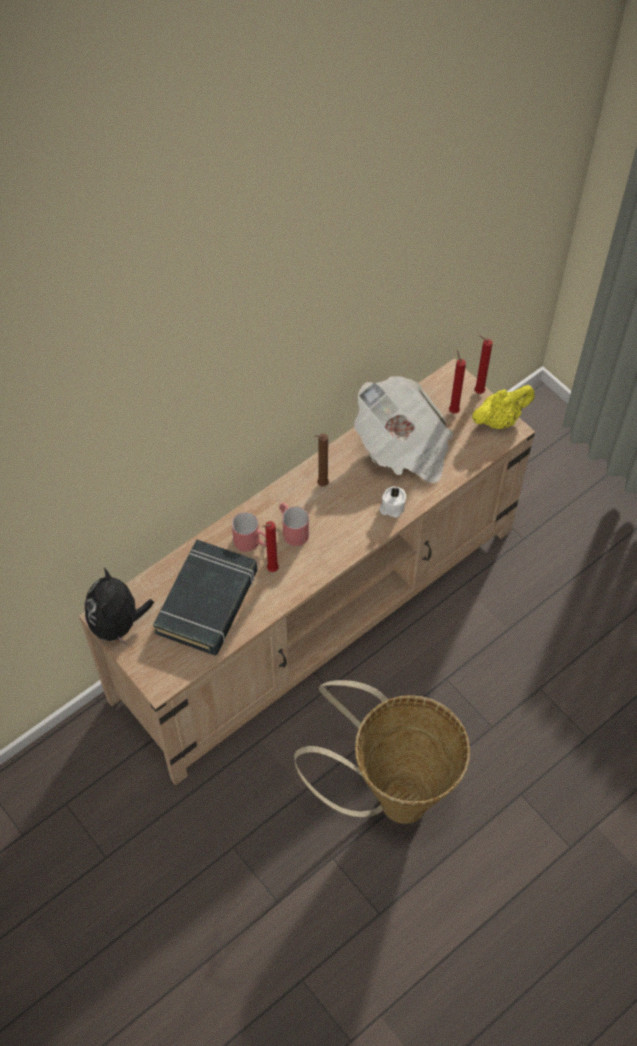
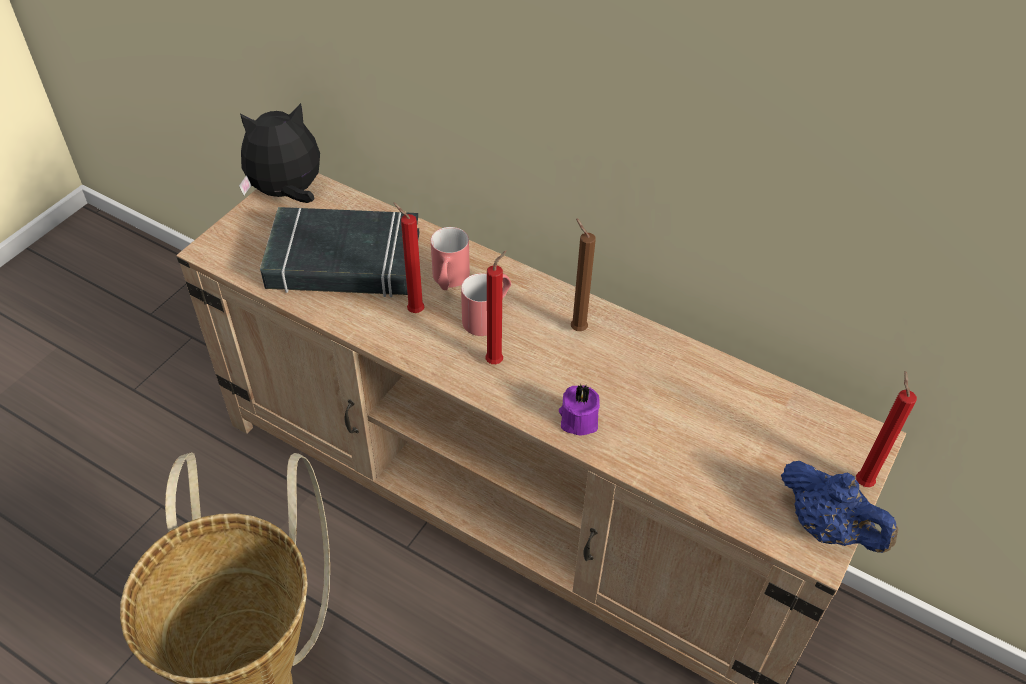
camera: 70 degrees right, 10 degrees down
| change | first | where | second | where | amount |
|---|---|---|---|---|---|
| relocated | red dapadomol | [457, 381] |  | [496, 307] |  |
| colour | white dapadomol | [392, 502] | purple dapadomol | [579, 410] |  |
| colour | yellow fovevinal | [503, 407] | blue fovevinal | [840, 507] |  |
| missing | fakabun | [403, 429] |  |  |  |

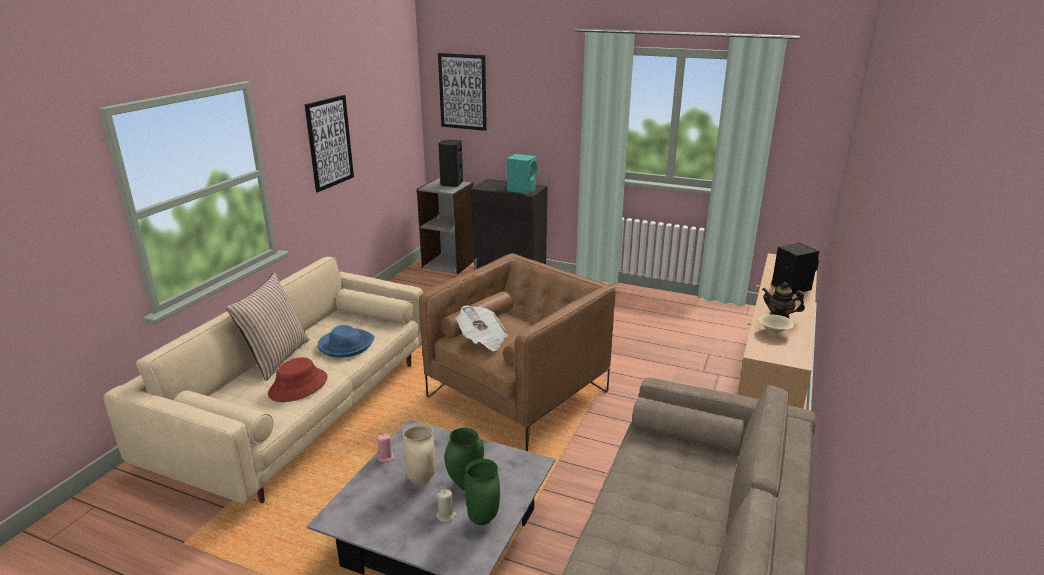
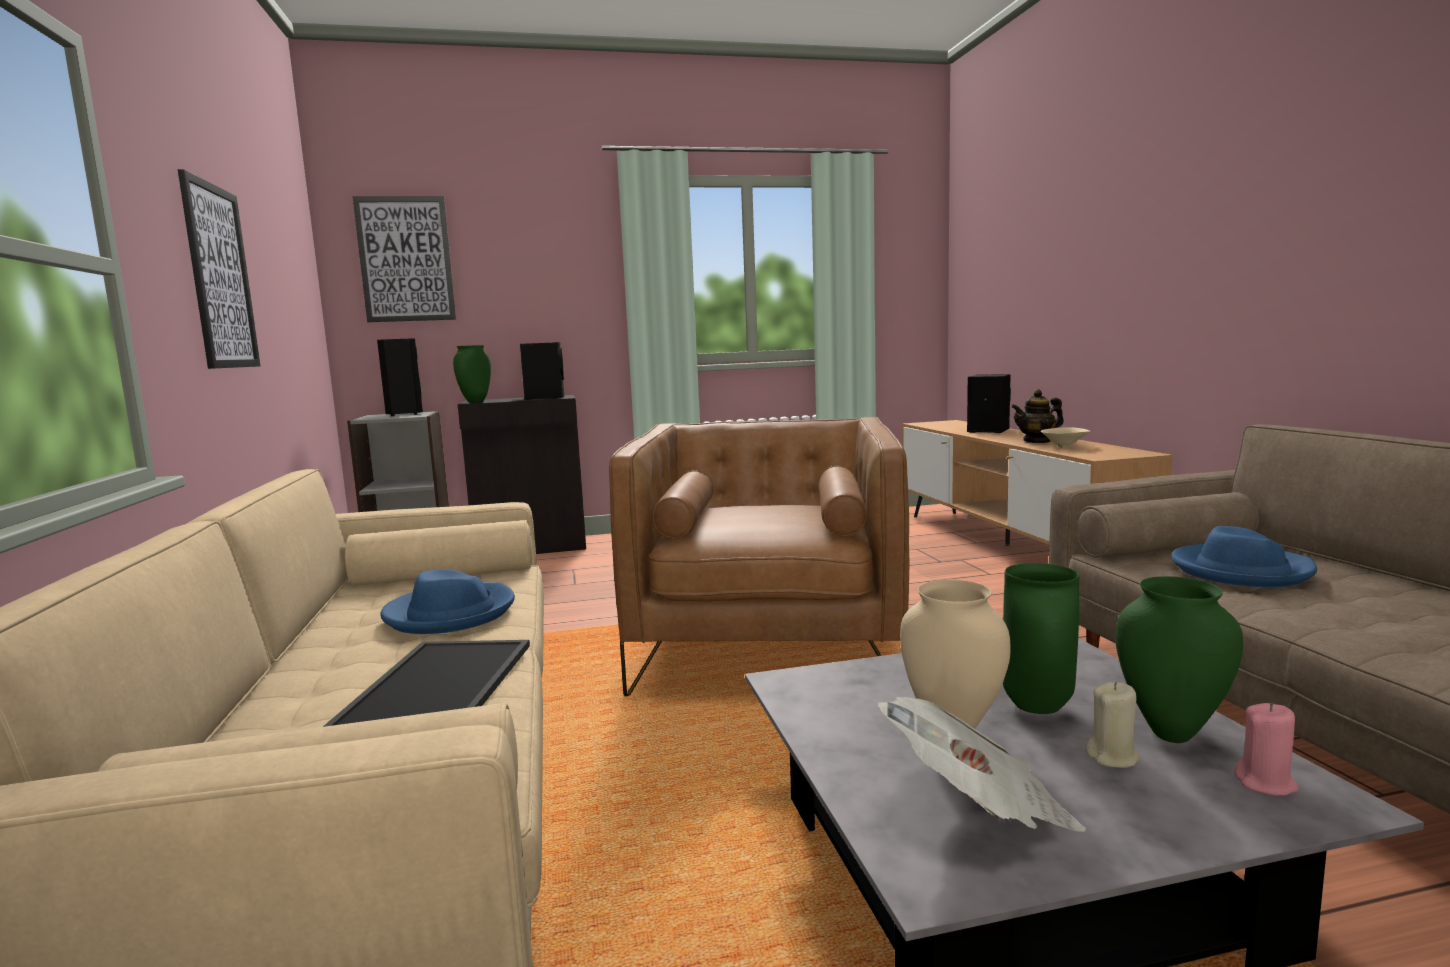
camera: 35 degrees left, 15 degrees down
| change | first | where | second | where | amount |
|---|---|---|---|---|---|
| exchanged | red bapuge | [298, 379] | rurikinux | [426, 683] |  |
| appeared |  |  | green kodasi | [472, 374] |  |
| colour | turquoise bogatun | [522, 174] | black bogatun | [542, 371] |  |
| relocated | fakabun | [482, 328] |  | [981, 764] |  |
| appeared |  |  | blue bapuge | [1244, 556] |  |
| relocated | pink dapadomol | [386, 448] |  | [1266, 749] |  |
| missing | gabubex | [268, 326] |  |  |  |

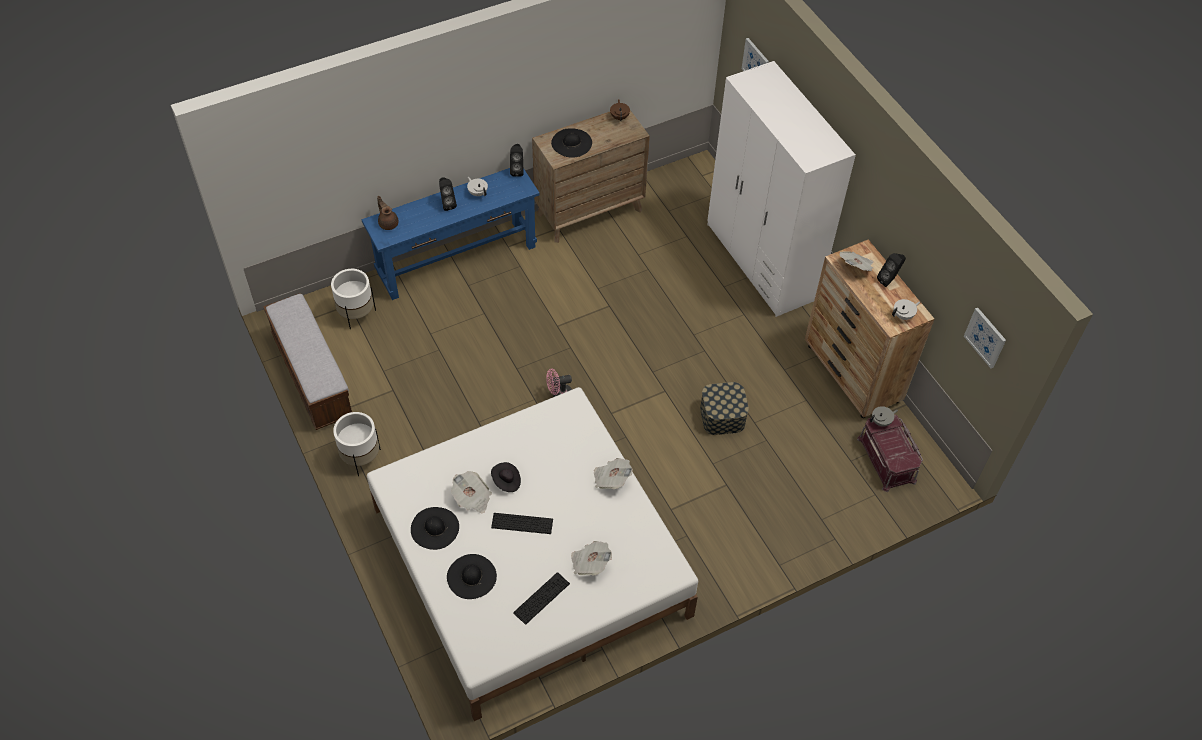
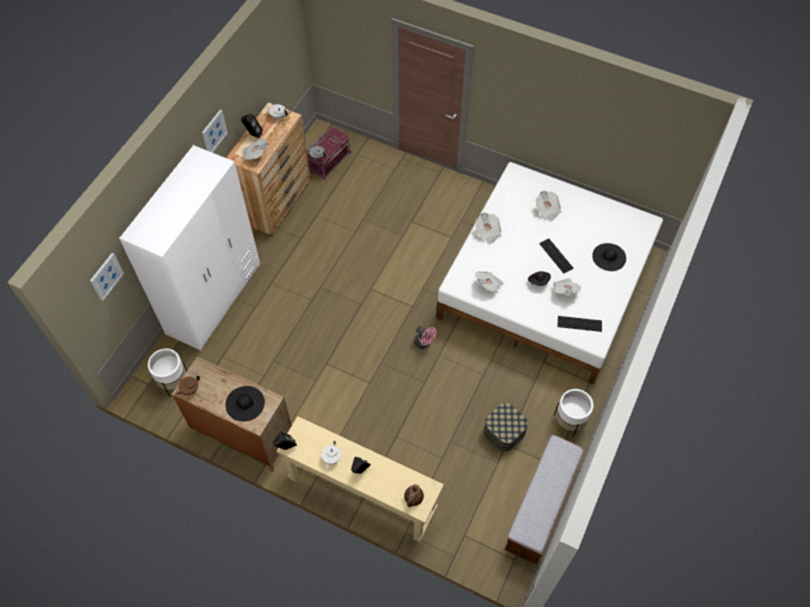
camera: 125 degrees left, 5 degrees up
| change | first | where | second | where | amount |
|---|---|---|---|---|---|
| relocated | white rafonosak | [353, 299] |  | [167, 372] |  |
| relocated | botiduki | [985, 338] |  | [215, 131] |  |
| colour | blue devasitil | [451, 234] | beige devasitil | [360, 479] |  |
| appeared |  |  | fakabun | [489, 281] |  |
| relocated | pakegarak | [724, 408] |  | [506, 427] |  |
| relocated | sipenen | [541, 598] |  | [579, 324] |  |
| missing | black bapuge | [435, 528] |  |  |  |

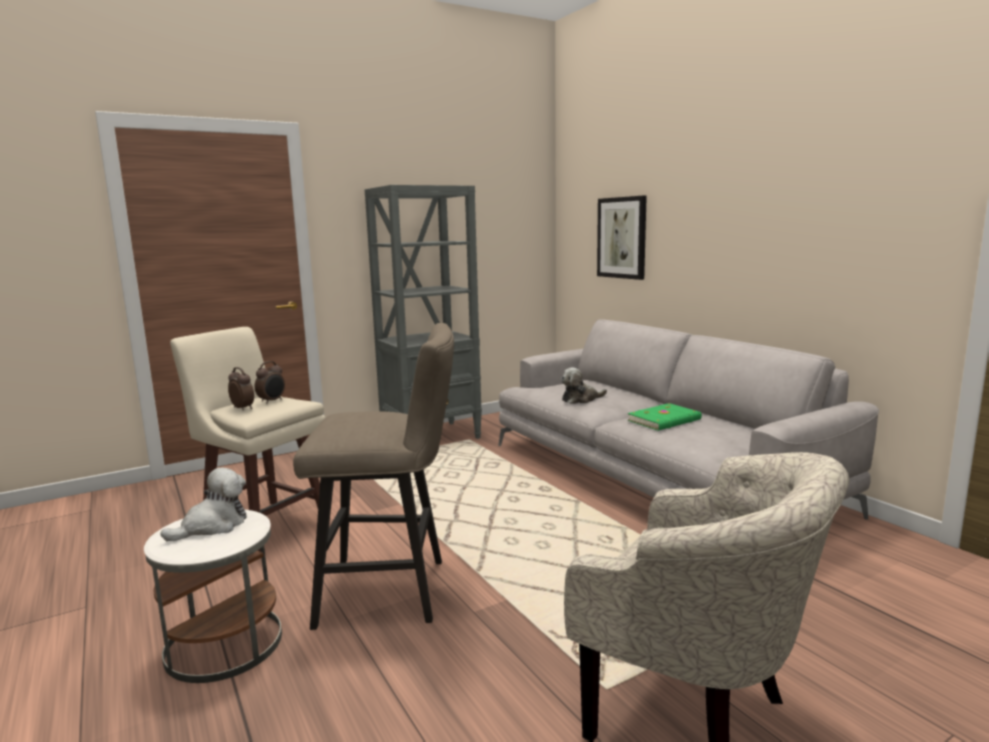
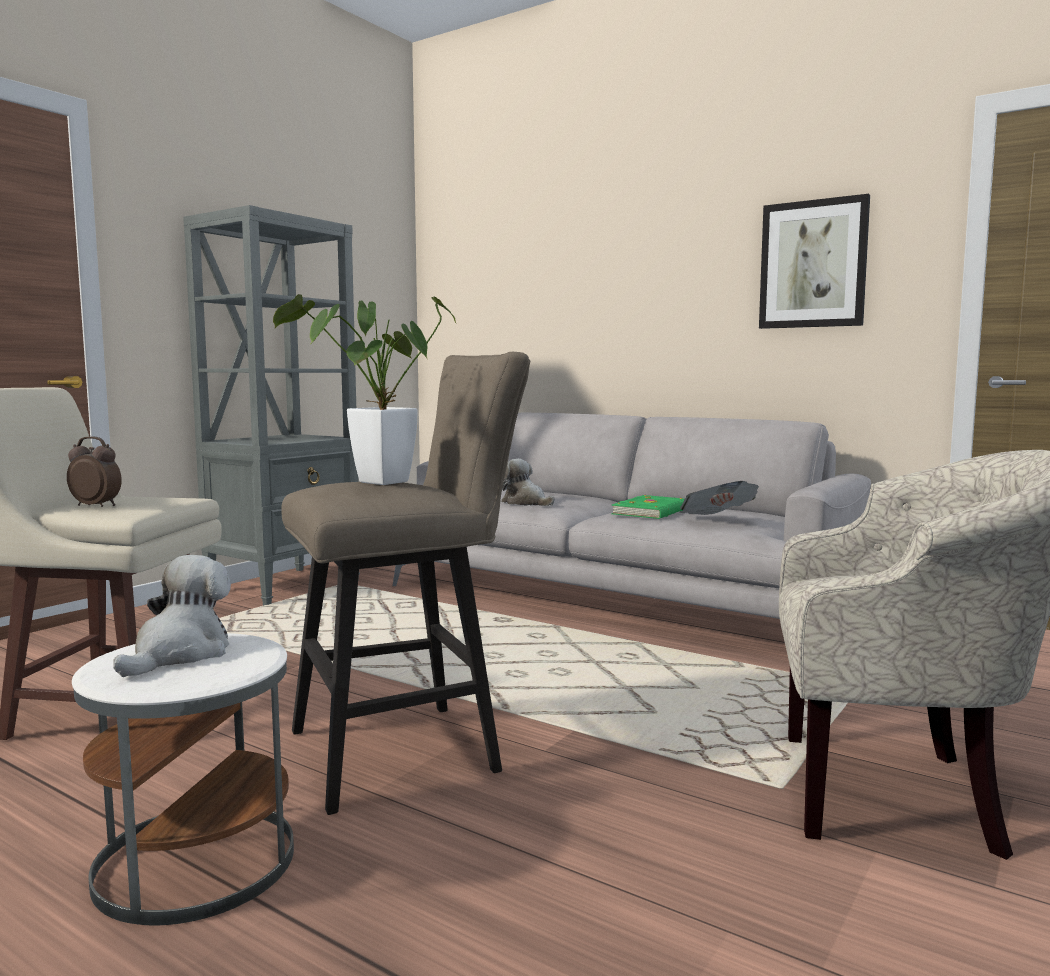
camera: 25 degrees left, 5 degrees down
| change | first | where | second | where | amount |
|---|---|---|---|---|---|
| appeared |  |  | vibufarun | [365, 389] |  |
| spun | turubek | [584, 385] |  | [528, 482] | 90 degrees clockwise |
| appeared |  |  | fakabun | [719, 498] |  |
| relocated | botiduki | [622, 238] |  | [814, 261] |  |
| missing | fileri | [270, 382] |  |  |  |

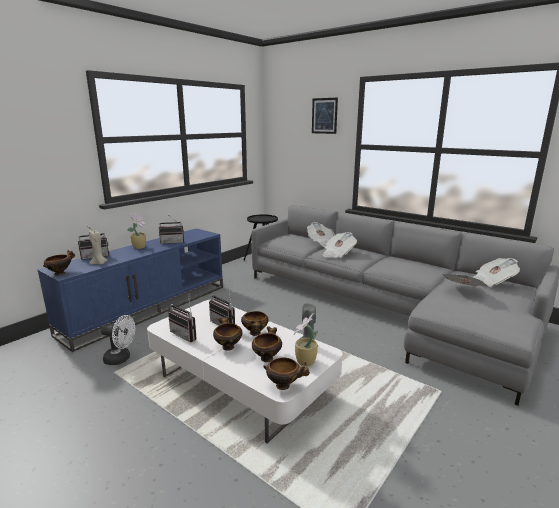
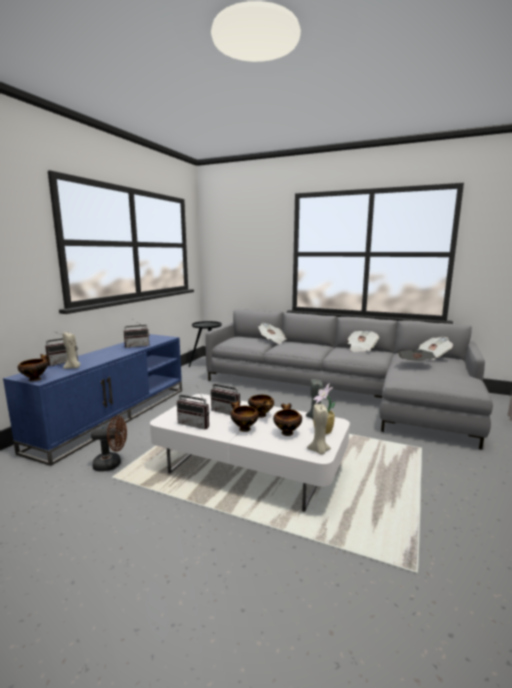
camera: 15 degrees left, 5 degrees down
| change | first | where | second | where | amount |
|---|---|---|---|---|---|
| colour | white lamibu | [118, 340] | brown lamibu | [109, 443] |  |
| exchanged | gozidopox | [286, 374] | beige dapadomol | [319, 429] |  |
| relocated | fakabun | [340, 245] |  | [363, 341] |  |
| missing | vibufarun | [136, 231] |  |  |  |
| missing | botiduki | [325, 116] |  |  |  |

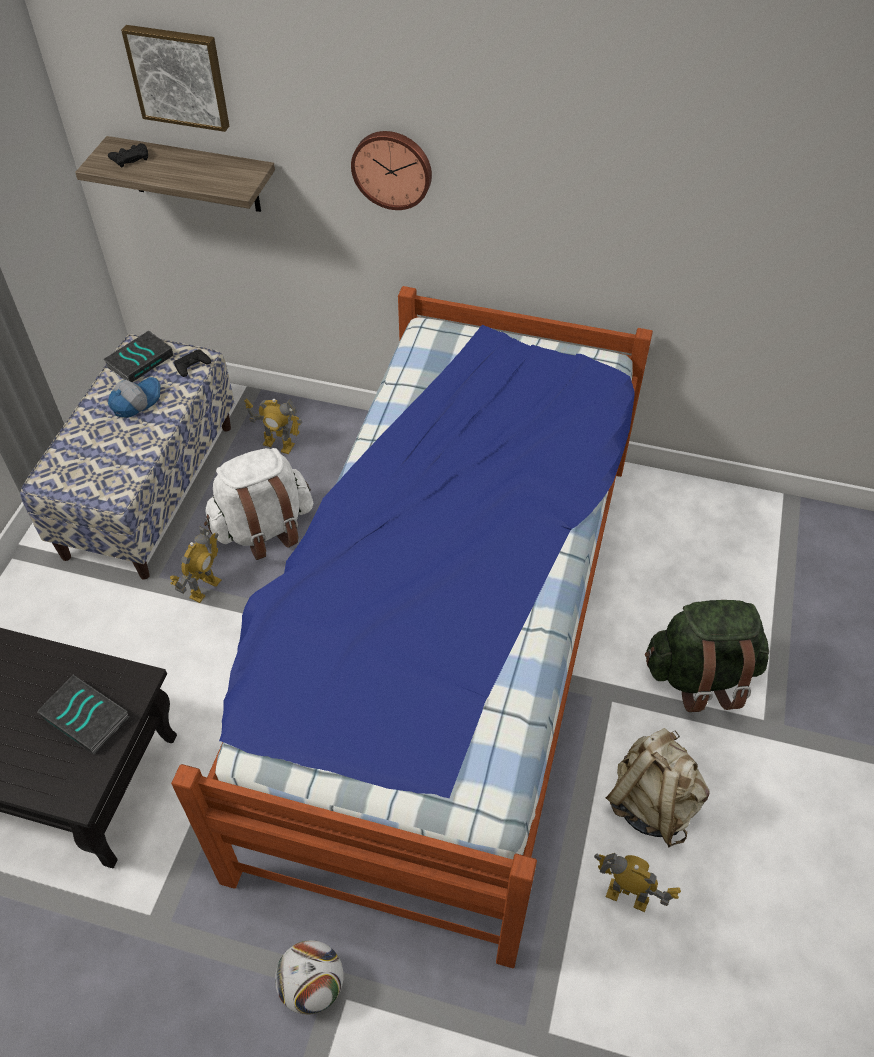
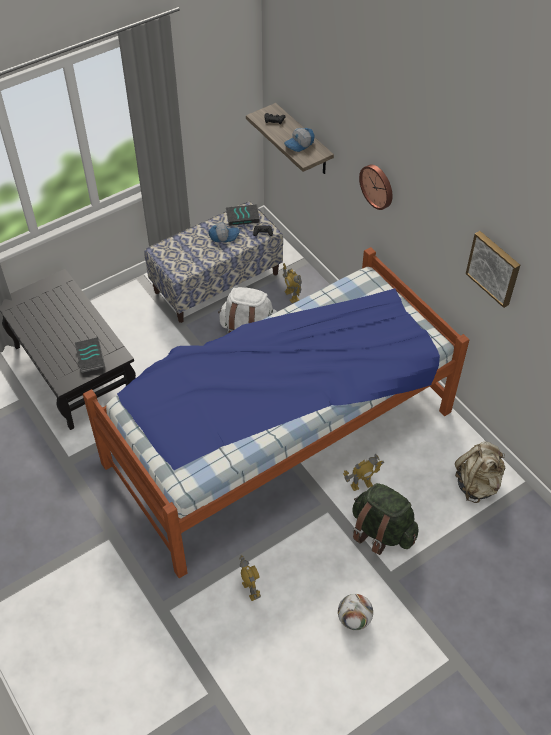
camera: 40 degrees right, 0 degrees up
| change | first | where | second | where | amount |
|---|---|---|---|---|---|
| appeared |  |  | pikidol | [299, 140] |  |
| relocated | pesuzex | [309, 977] |  | [355, 612] |  |
| relocated | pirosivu | [195, 565] |  | [363, 472] |  |
| relocated | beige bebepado | [658, 788] |  | [480, 472] |  |
| relocated | botiduki | [175, 78] |  | [493, 269] |  |

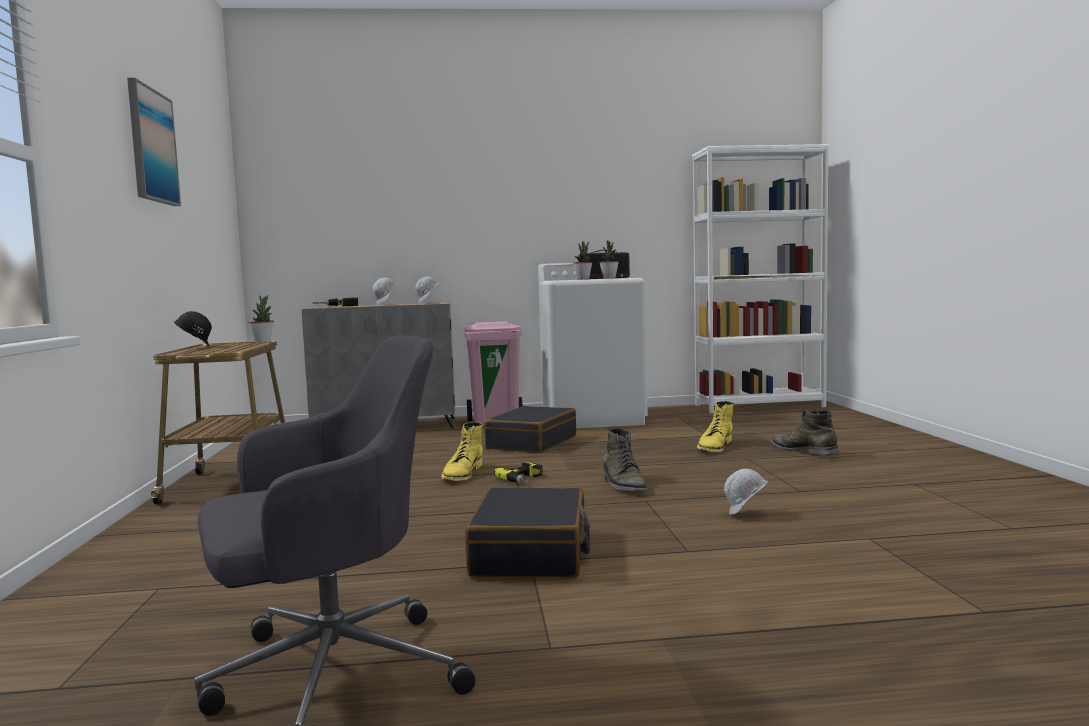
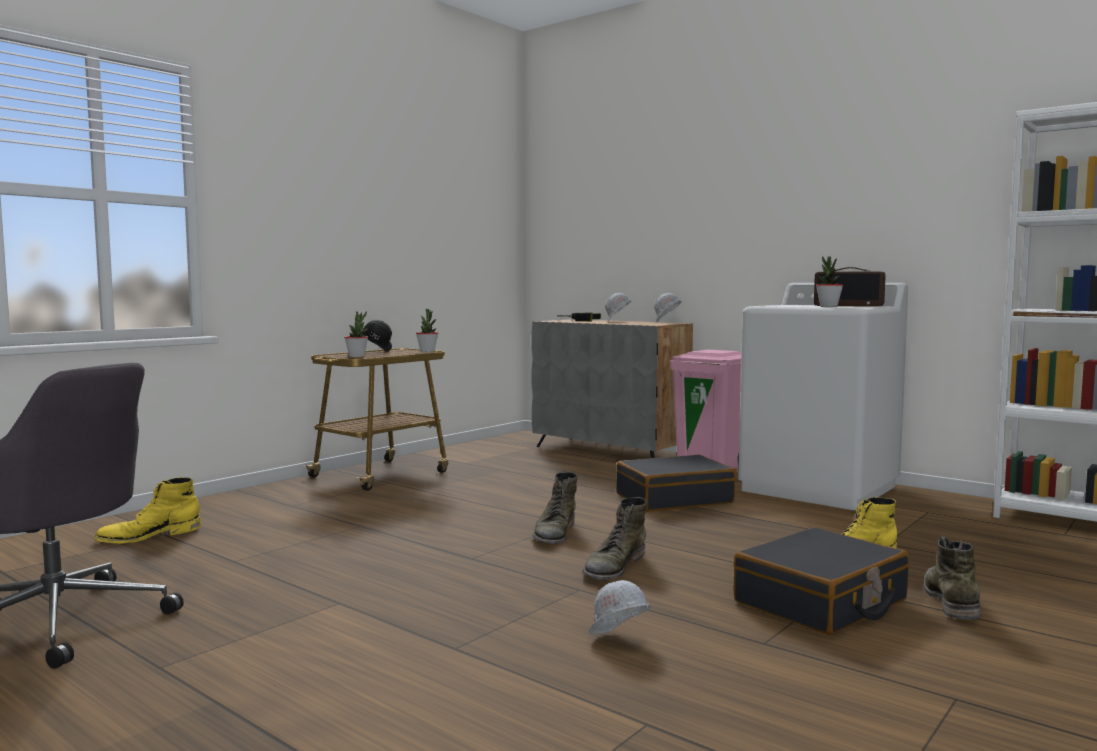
camera: 45 degrees right, 0 degrees up
| change | first | where | second | where | amount |
|---|---|---|---|---|---|
| relocated | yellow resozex | [462, 451] |  | [148, 510] |  |
| relocated | vibufarun | [582, 260] |  | [356, 334] |  |
| exchanged | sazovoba | [518, 473] | green resozex | [555, 508] |  |
| relocated | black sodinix | [528, 532] |  | [821, 581] |  |
| missing | botiduki | [154, 142] |  |  |  |

